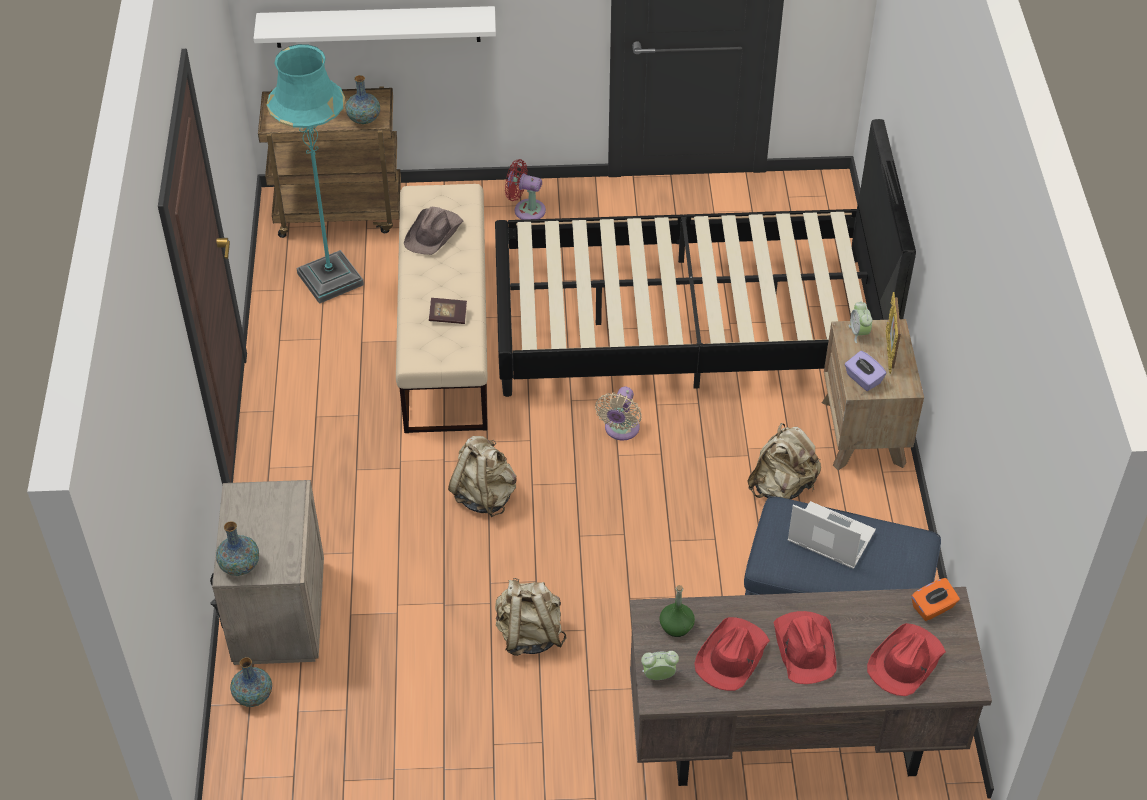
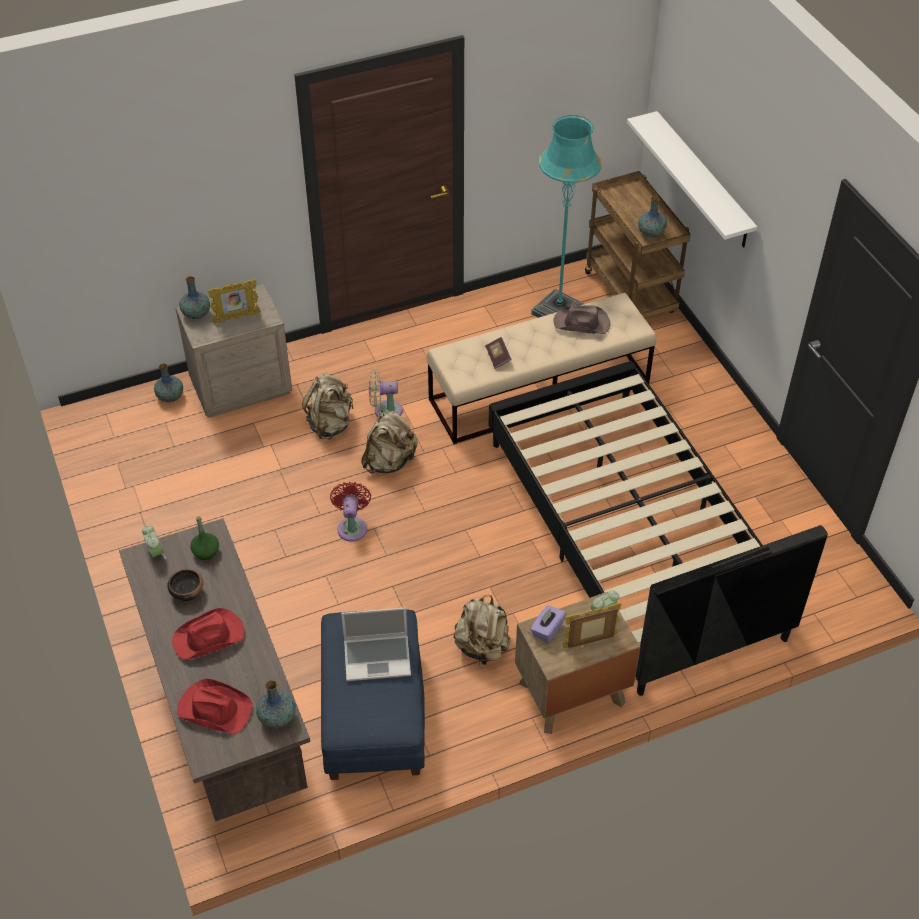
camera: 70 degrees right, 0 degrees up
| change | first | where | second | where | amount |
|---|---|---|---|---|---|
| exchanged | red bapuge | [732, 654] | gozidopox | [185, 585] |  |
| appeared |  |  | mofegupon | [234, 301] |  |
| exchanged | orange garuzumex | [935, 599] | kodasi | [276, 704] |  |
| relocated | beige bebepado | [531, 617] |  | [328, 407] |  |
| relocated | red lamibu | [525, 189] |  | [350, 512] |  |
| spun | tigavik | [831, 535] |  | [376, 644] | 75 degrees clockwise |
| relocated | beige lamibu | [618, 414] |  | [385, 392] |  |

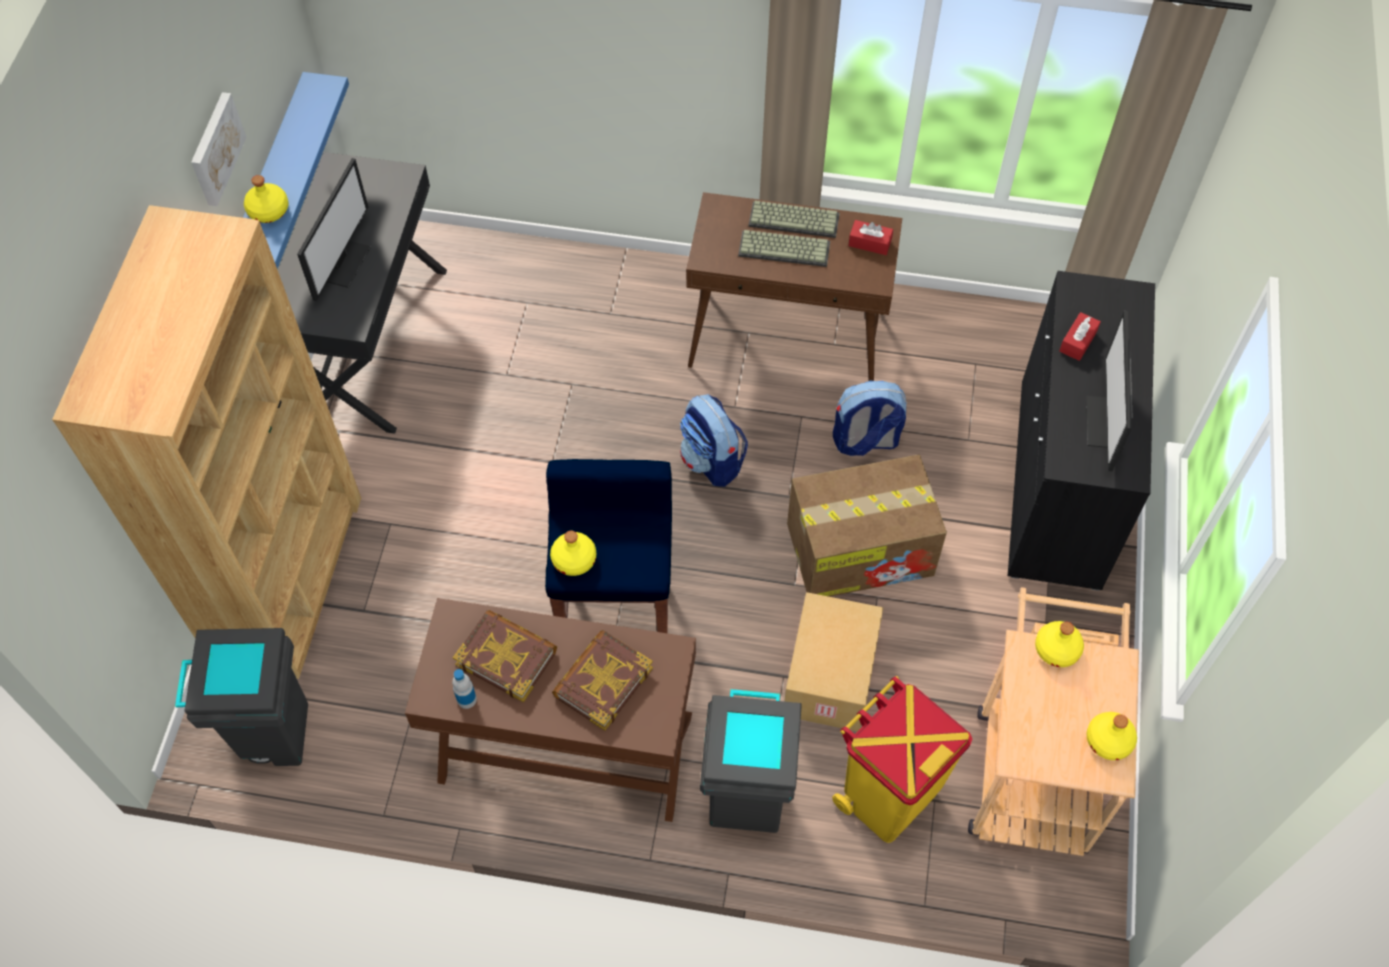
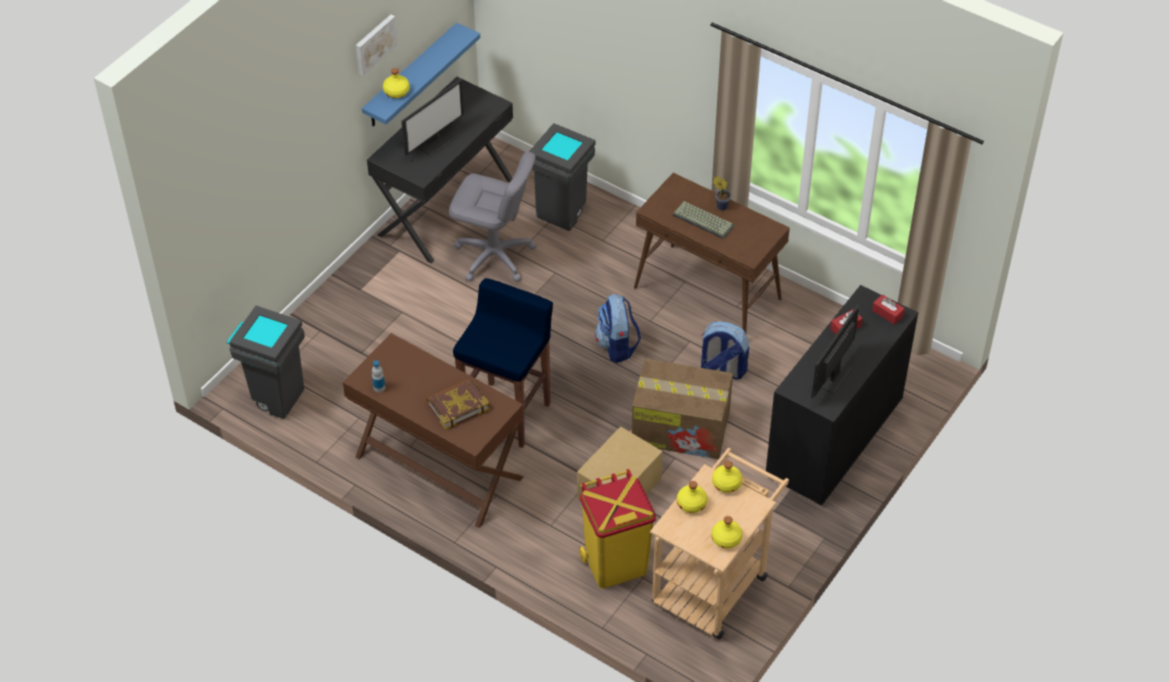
camera: 25 degrees right, 10 degrees down
| change | first | where | second | where | amount |
|---|---|---|---|---|---|
| appeared |  |  | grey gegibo | [493, 217] |  |
| relocated | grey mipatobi | [751, 761] |  | [562, 177] |  |
| relocated | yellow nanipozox | [573, 553] |  | [692, 497] |  |
| exchanged | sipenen | [794, 219] | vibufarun | [722, 193] |  |
| relocated | red garuzumex | [870, 237] |  | [888, 310] |  |
| missing | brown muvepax | [206, 442] |  |  |  |
| missing | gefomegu | [505, 656] |  |  |  |

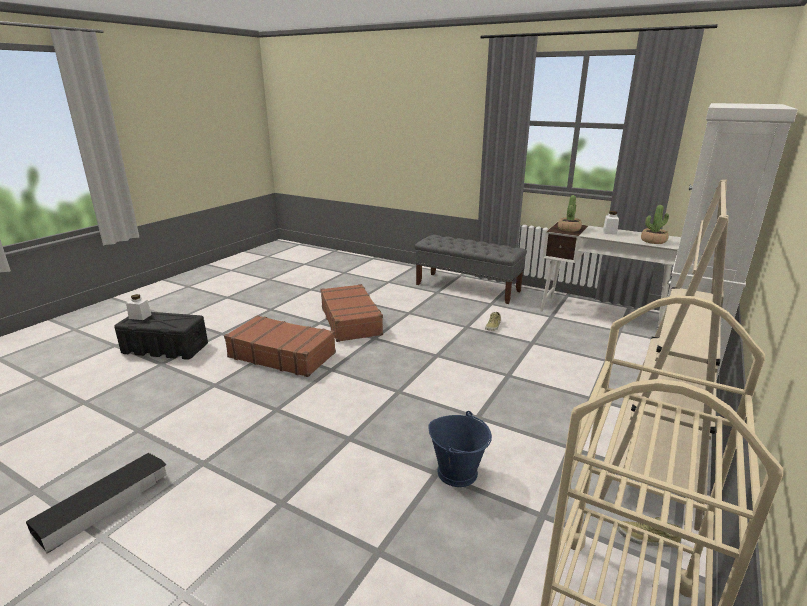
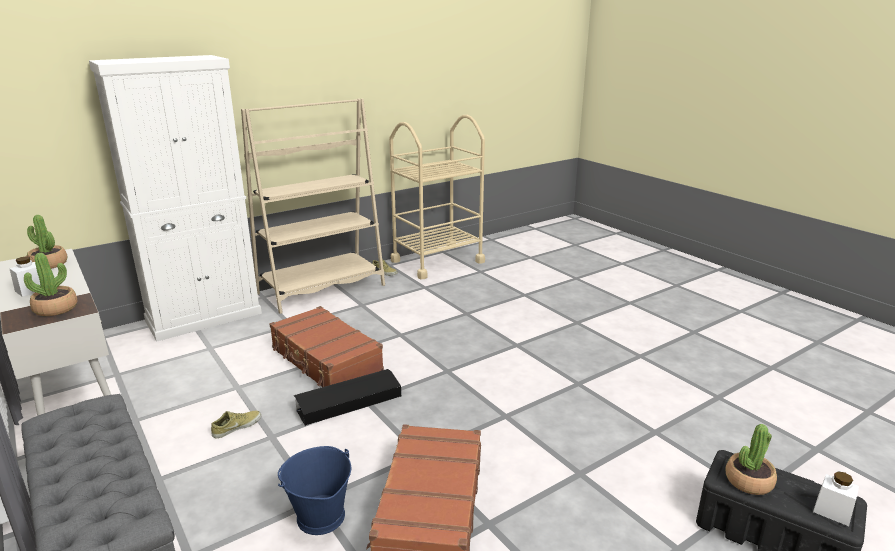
camera: 155 degrees left, 0 degrees up
| change | first | where | second | where | amount |
|---|---|---|---|---|---|
| relocated | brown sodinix | [280, 346] |  | [326, 346] |  |
| relocated | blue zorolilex | [460, 449] |  | [314, 490] |  |
| relocated | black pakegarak | [96, 503] |  | [347, 397] |  |
| appeared |  |  | vibufarun | [751, 459] |  |

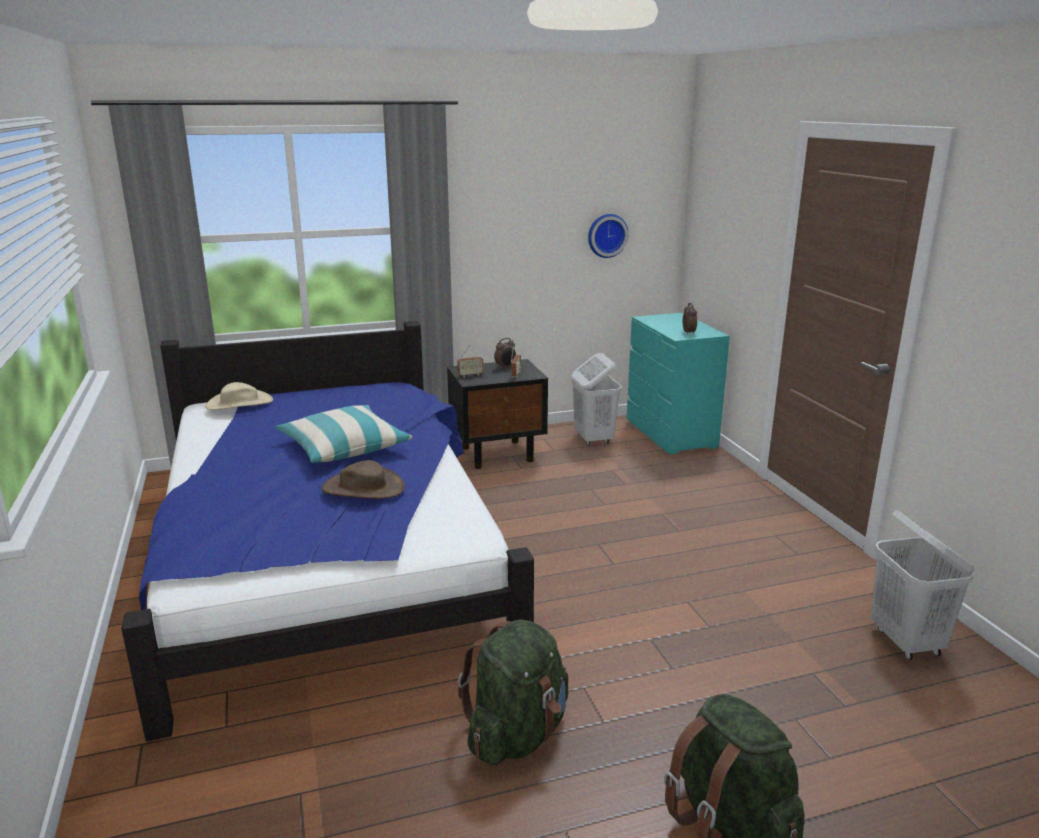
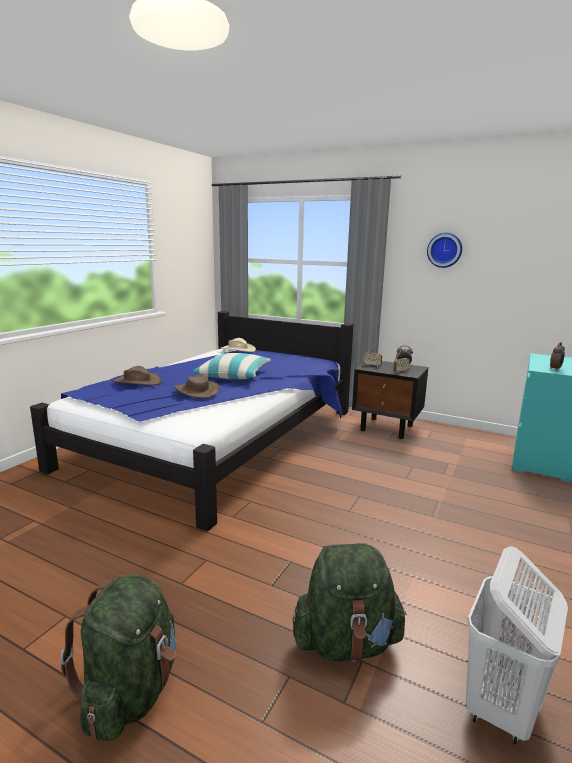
camera: 45 degrees right, 5 degrees down
| change | first | where | second | where | amount |
|---|---|---|---|---|---|
| appeared |  |  | brown bapuge | [137, 375] |  |
| relocated | green bebepado | [513, 692] |  | [350, 602] |  |
| relocated | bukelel | [608, 236] |  | [444, 250] |  |
| missing | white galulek | [596, 399] |  |  |  |

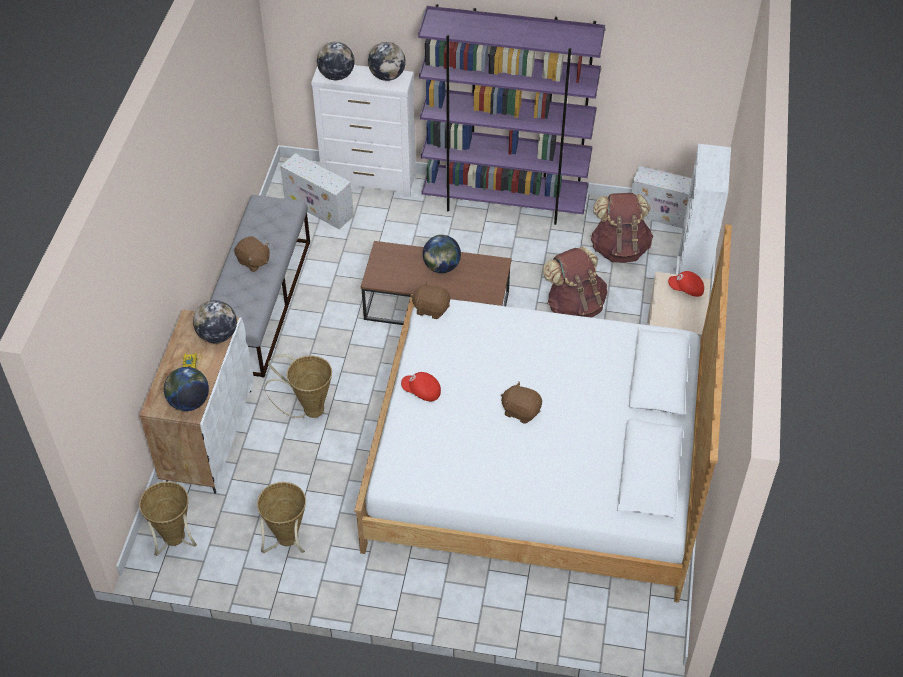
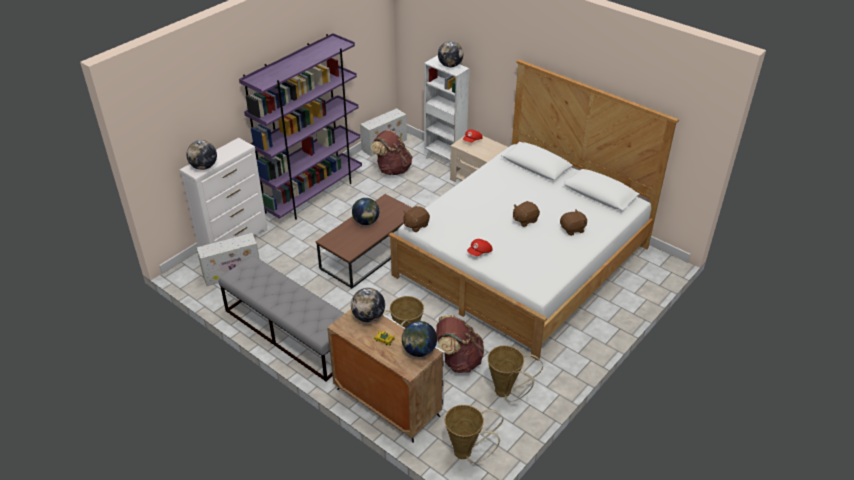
camera: 60 degrees left, 10 degrees down
| change | first | where | second | where | amount |
|---|---|---|---|---|---|
| relocated | brown bebepado | [575, 282] |  | [460, 344] |  |
| relocated | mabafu | [387, 61] |  | [450, 54] |  |
| relocated | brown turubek | [252, 254] |  | [573, 223] |  |

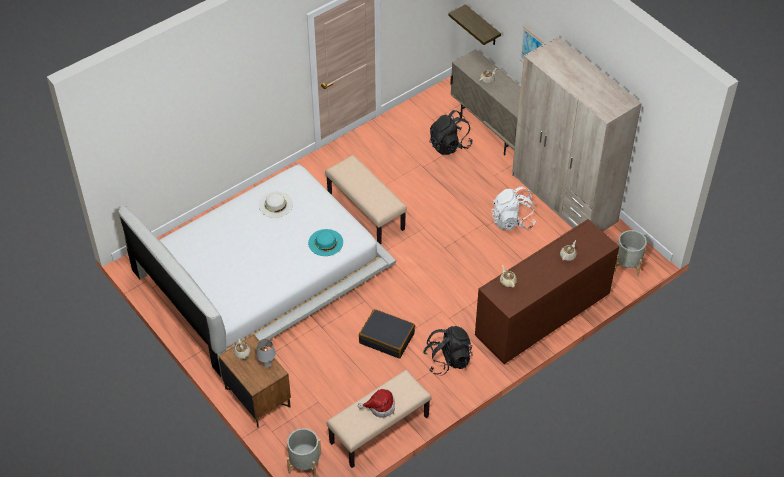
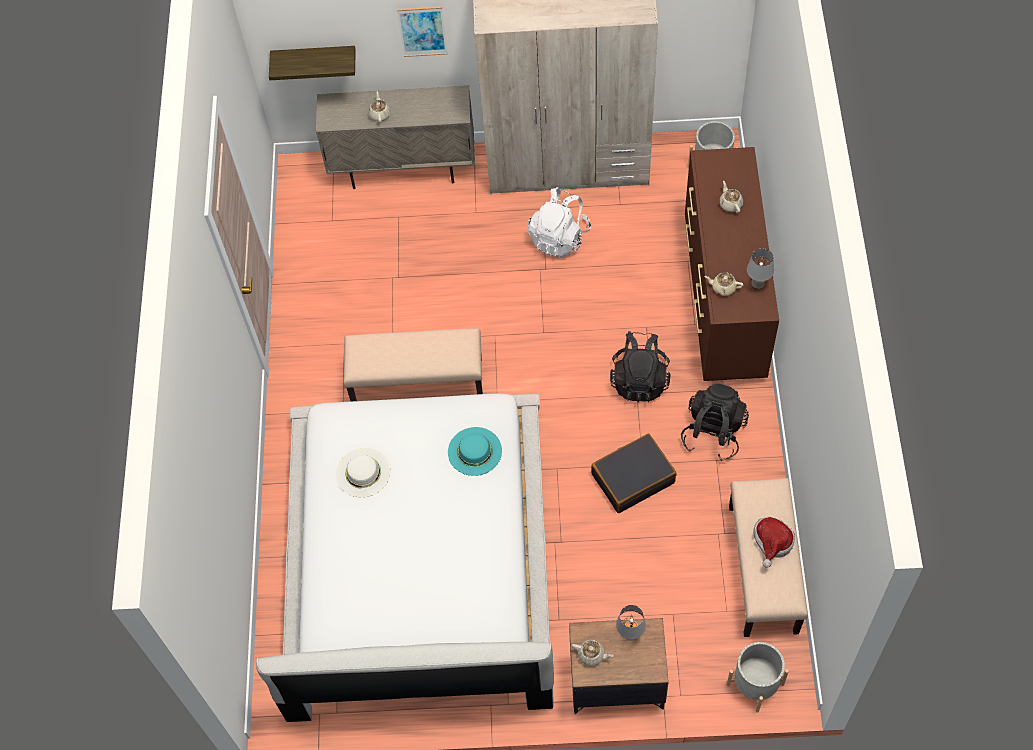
camera: 50 degrees left, 10 degrees up
| change | first | where | second | where | amount |
|---|---|---|---|---|---|
| relocated | black bebepado | [451, 132] |  | [640, 366] |  |
| appeared |  |  | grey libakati | [760, 268] |  |

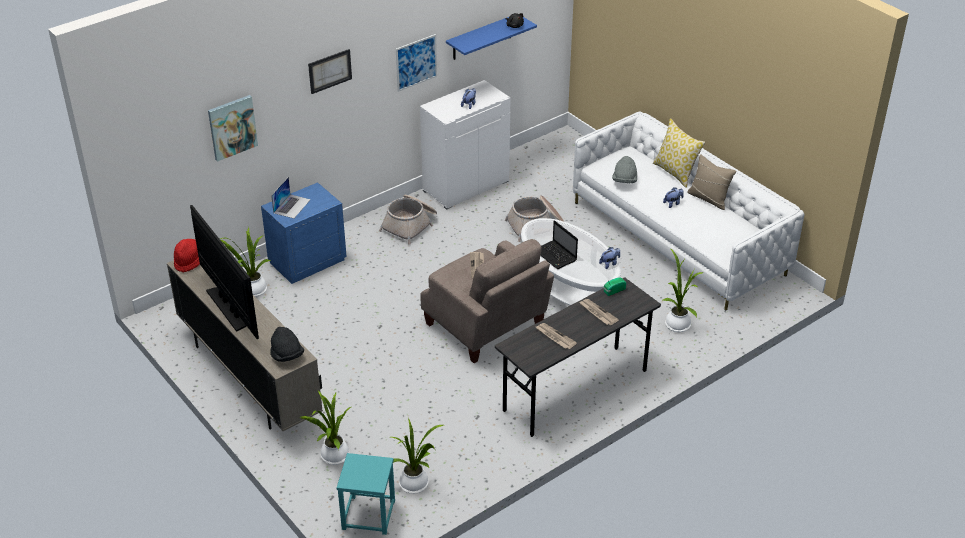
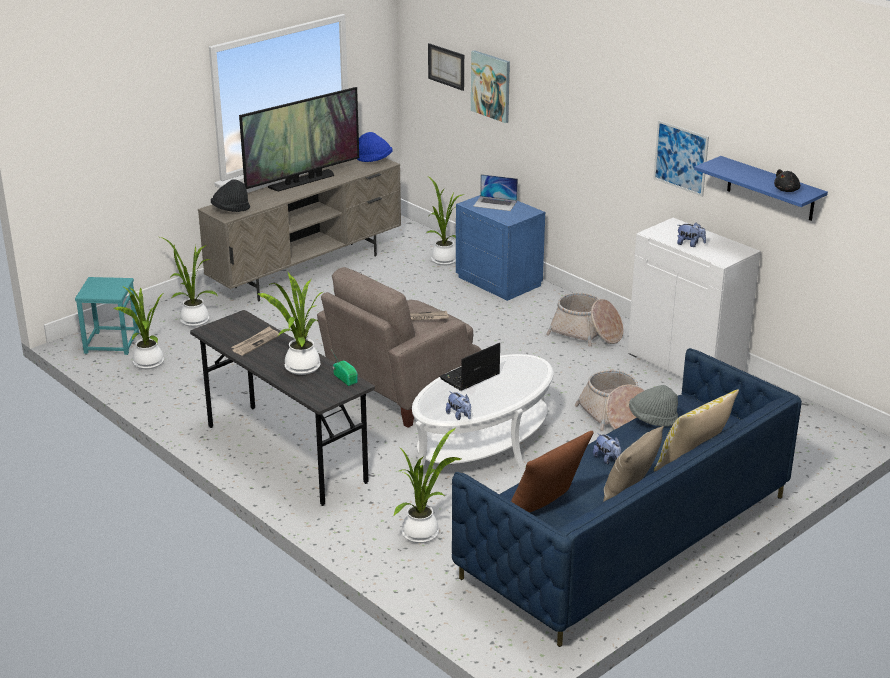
camera: 85 degrees right, 10 degrees down
| change | first | where | second | where | amount |
|---|---|---|---|---|---|
| exchanged | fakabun | [599, 312] | vibufarun | [290, 323] |  |
| colour | red bapuge | [187, 255] | blue bapuge | [375, 147] |  |
| relocated | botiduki | [330, 71] |  | [446, 67] |  |
| colour | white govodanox | [688, 211] | blue govodanox | [627, 497] |  |
| appeared |  |  | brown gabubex | [552, 472] |  |

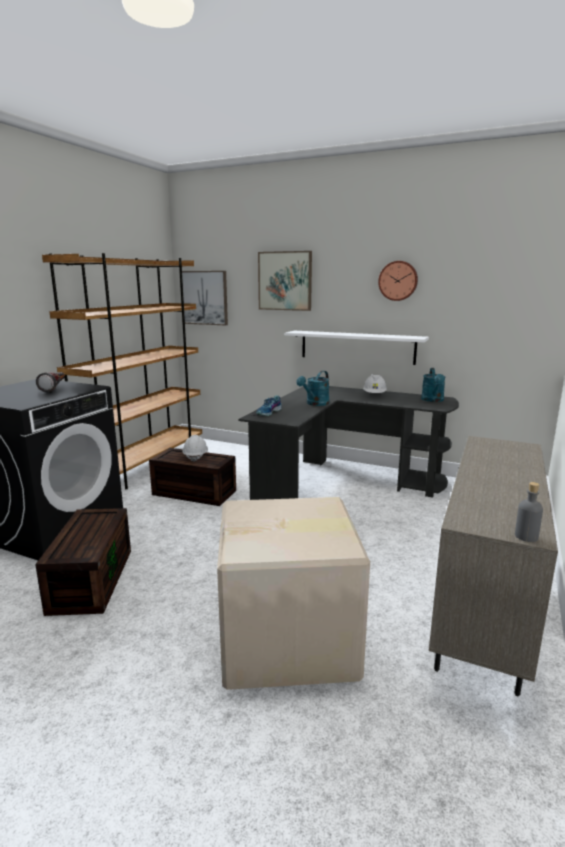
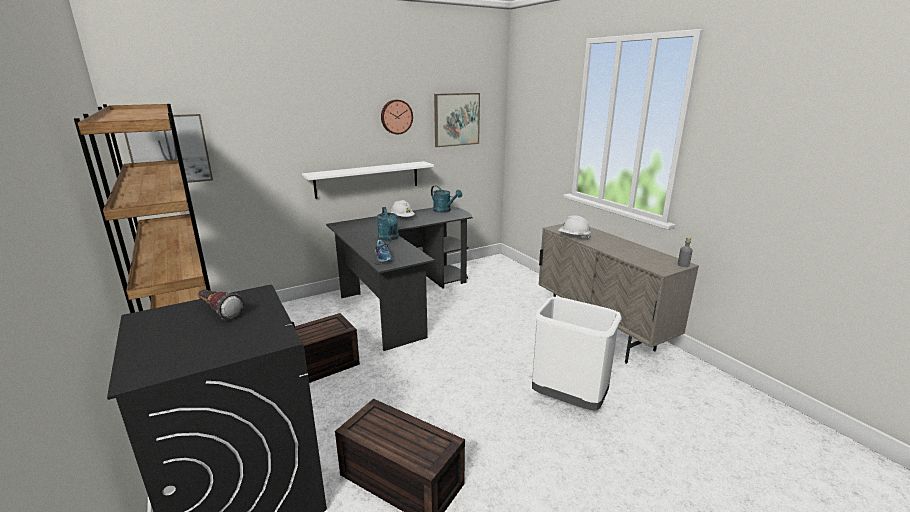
camera: 55 degrees left, 5 degrees up
| change | first | where | second | where | amount |
|---|---|---|---|---|---|
| relocated | botiduki | [285, 281] |  | [457, 120] |  |
| exchanged | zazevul | [293, 593] | white mipatobi | [577, 354] |  |
| relocated | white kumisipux | [195, 448] |  | [574, 227] |  |

